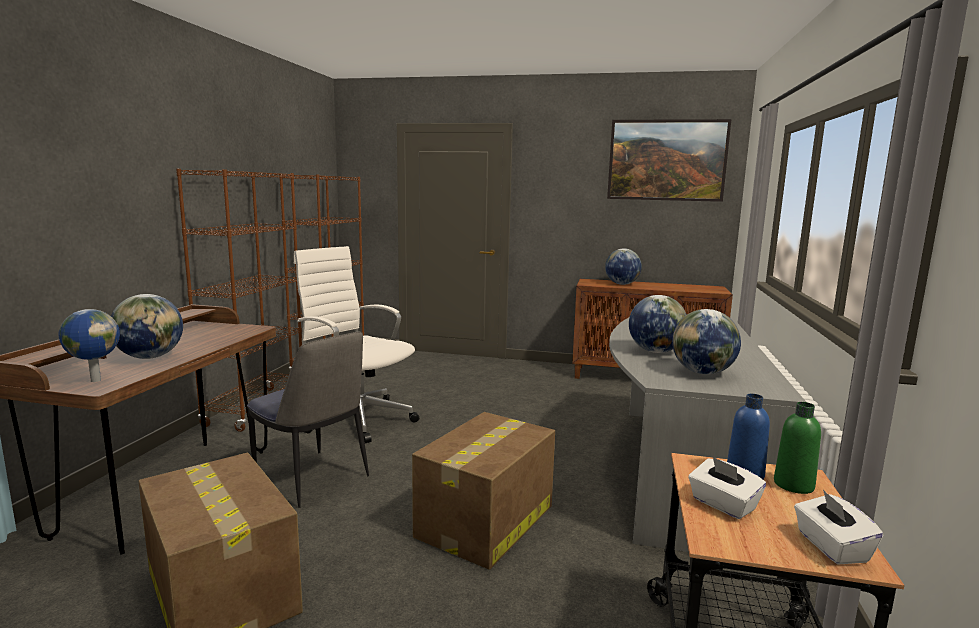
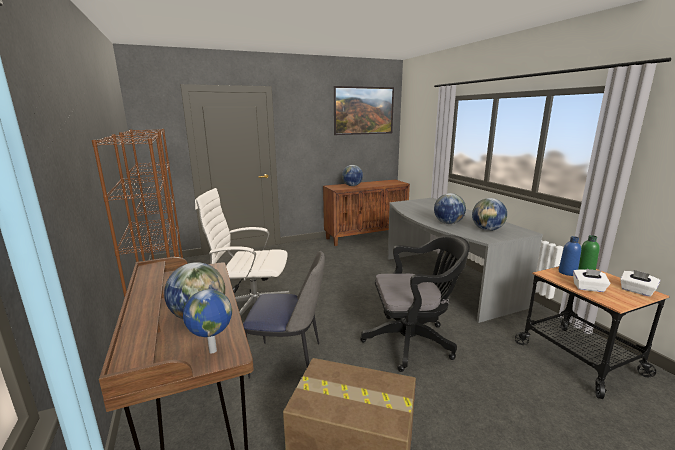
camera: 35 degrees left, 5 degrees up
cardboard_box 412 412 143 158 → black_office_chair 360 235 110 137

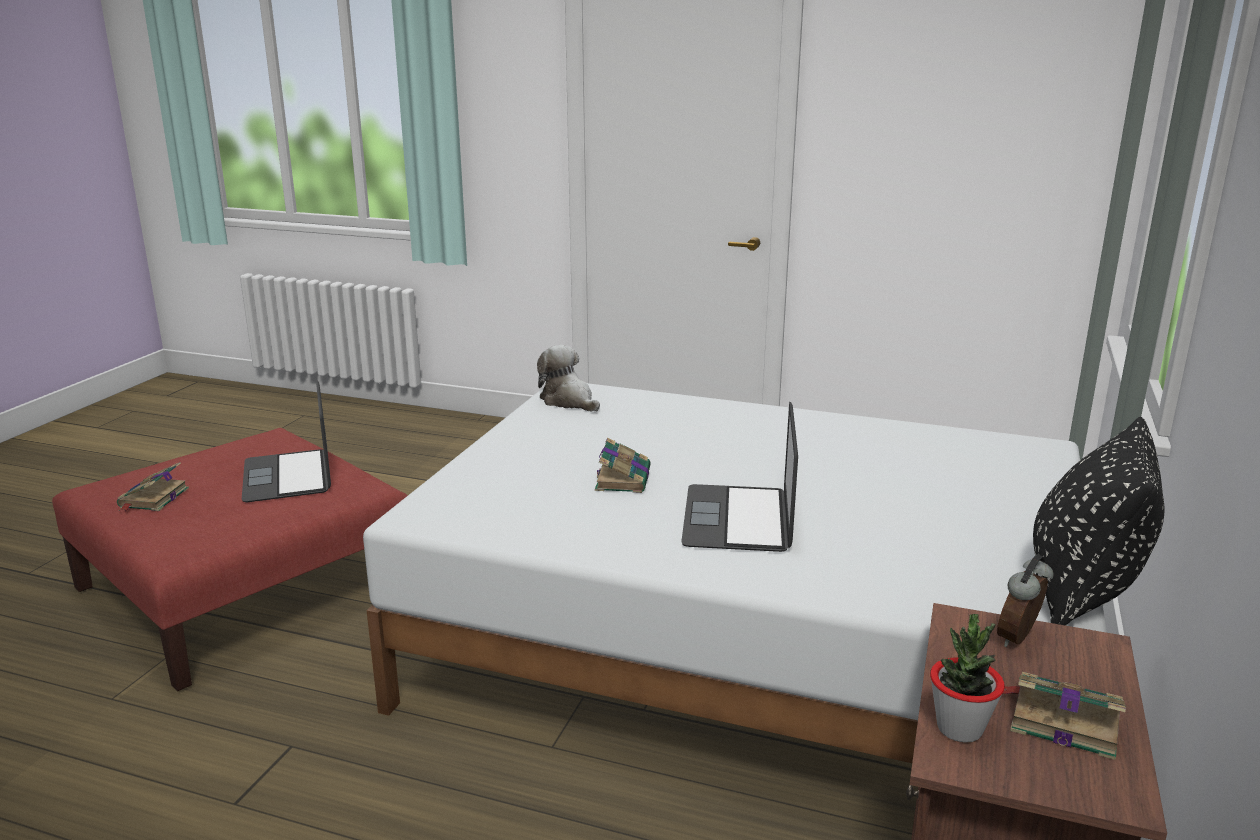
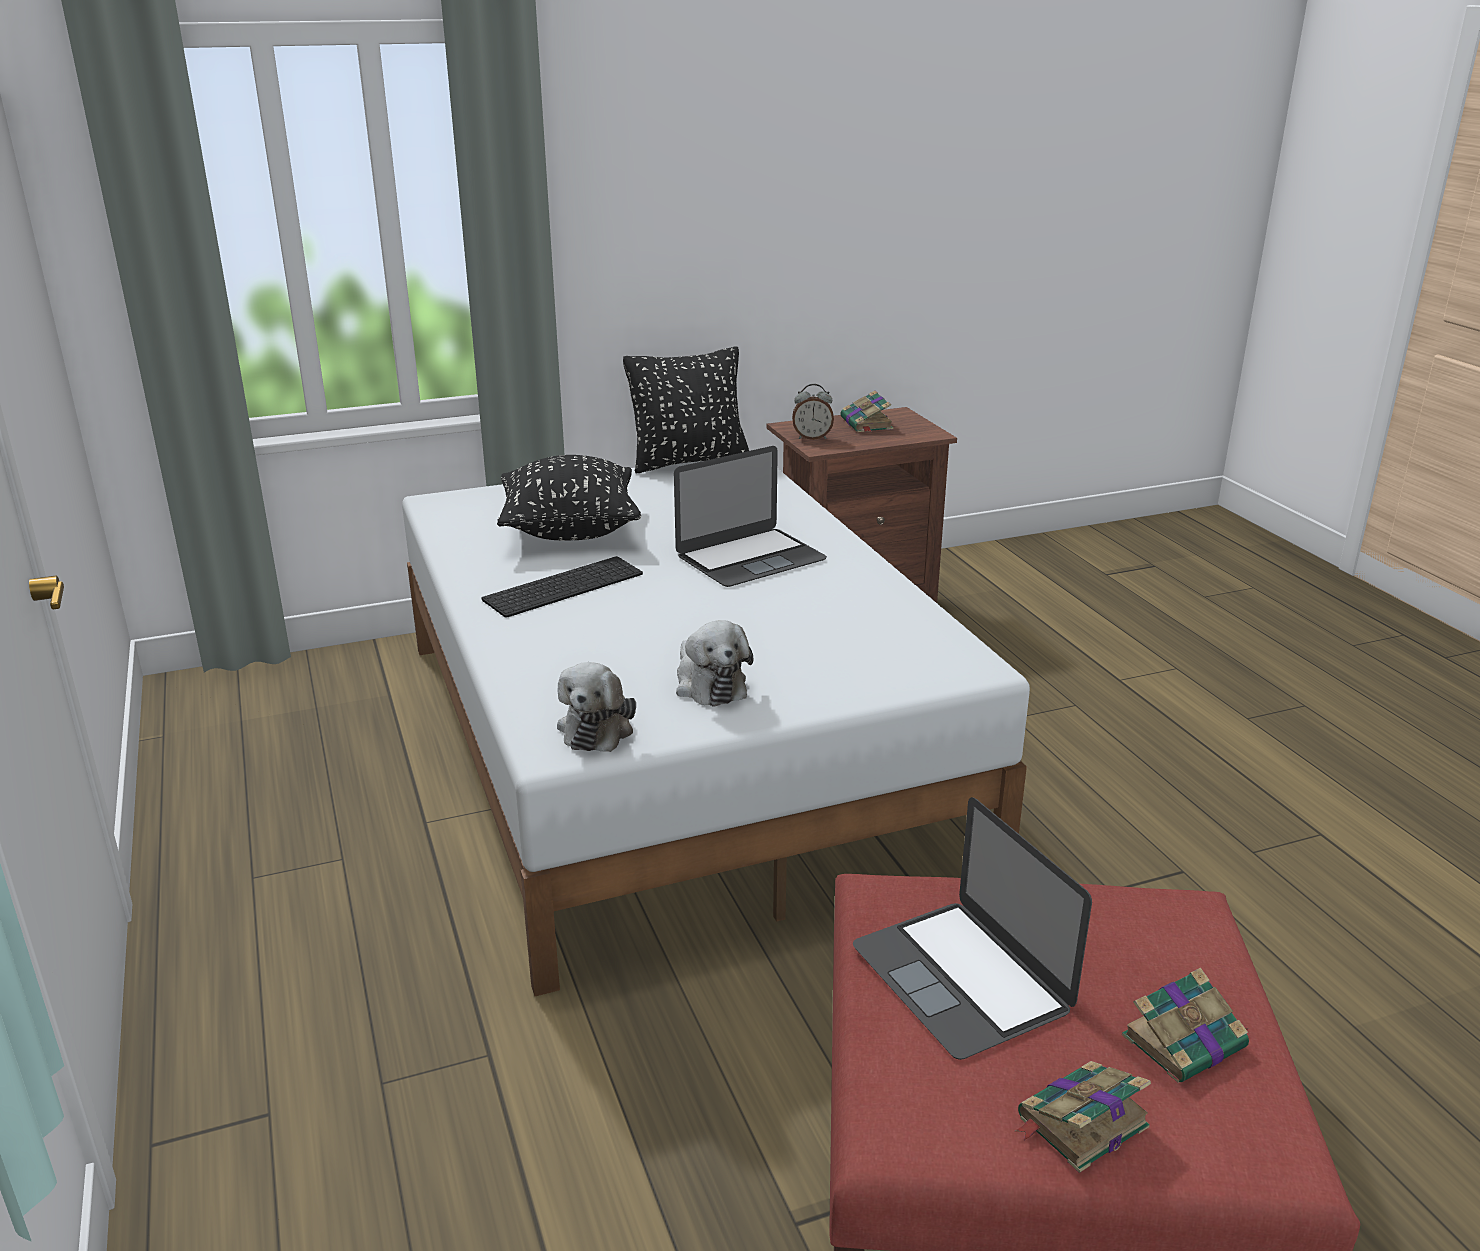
camera: 130 degrees left, 5 degrees up
potted_plant 930 614 75 129 → -
- → keyboard 482 556 161 62
- → black_pillow 497 455 144 85
- → plush_toy 676 620 77 87
book 595 437 56 56 → book 1015 1061 136 112, shifted
laptop 242 380 89 122 → laptop 853 797 239 263, 120 degrees clockwise

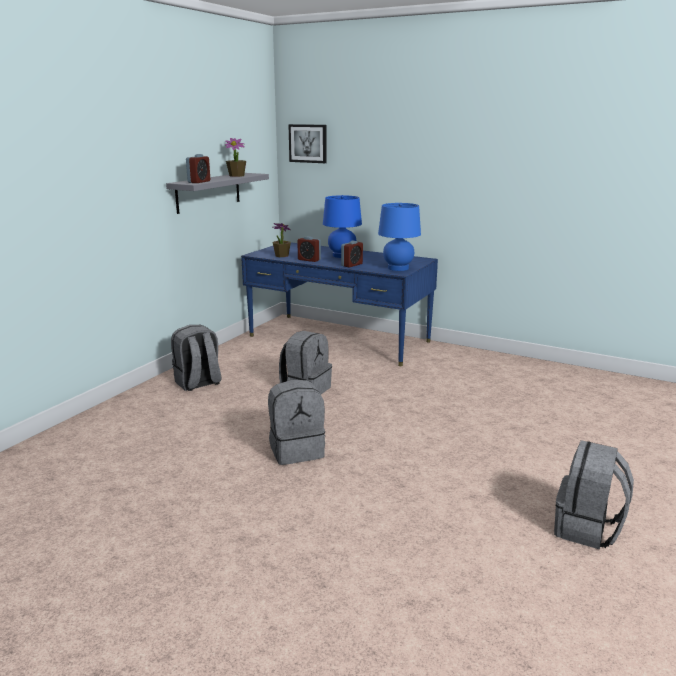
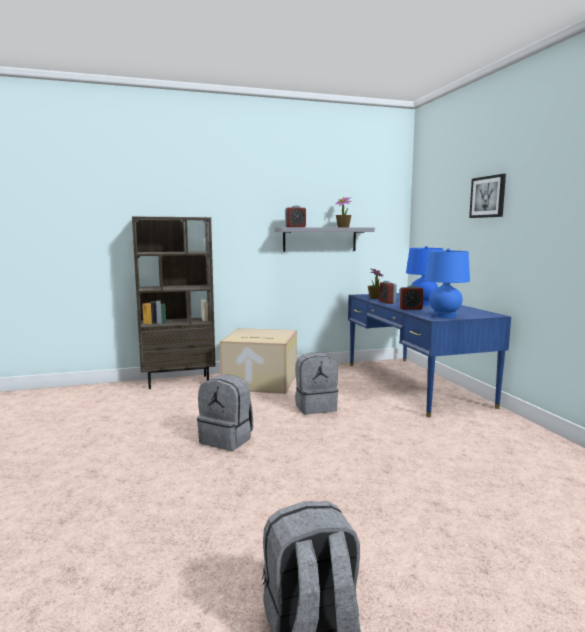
camera: 45 degrees right, 10 degrees down
- → brown_bookcase 132 217 83 172
picture 288 124 39 39 → picture 469 174 37 44, shifted
grey_backpack 171 325 51 66 → cardboard_box 220 328 77 66

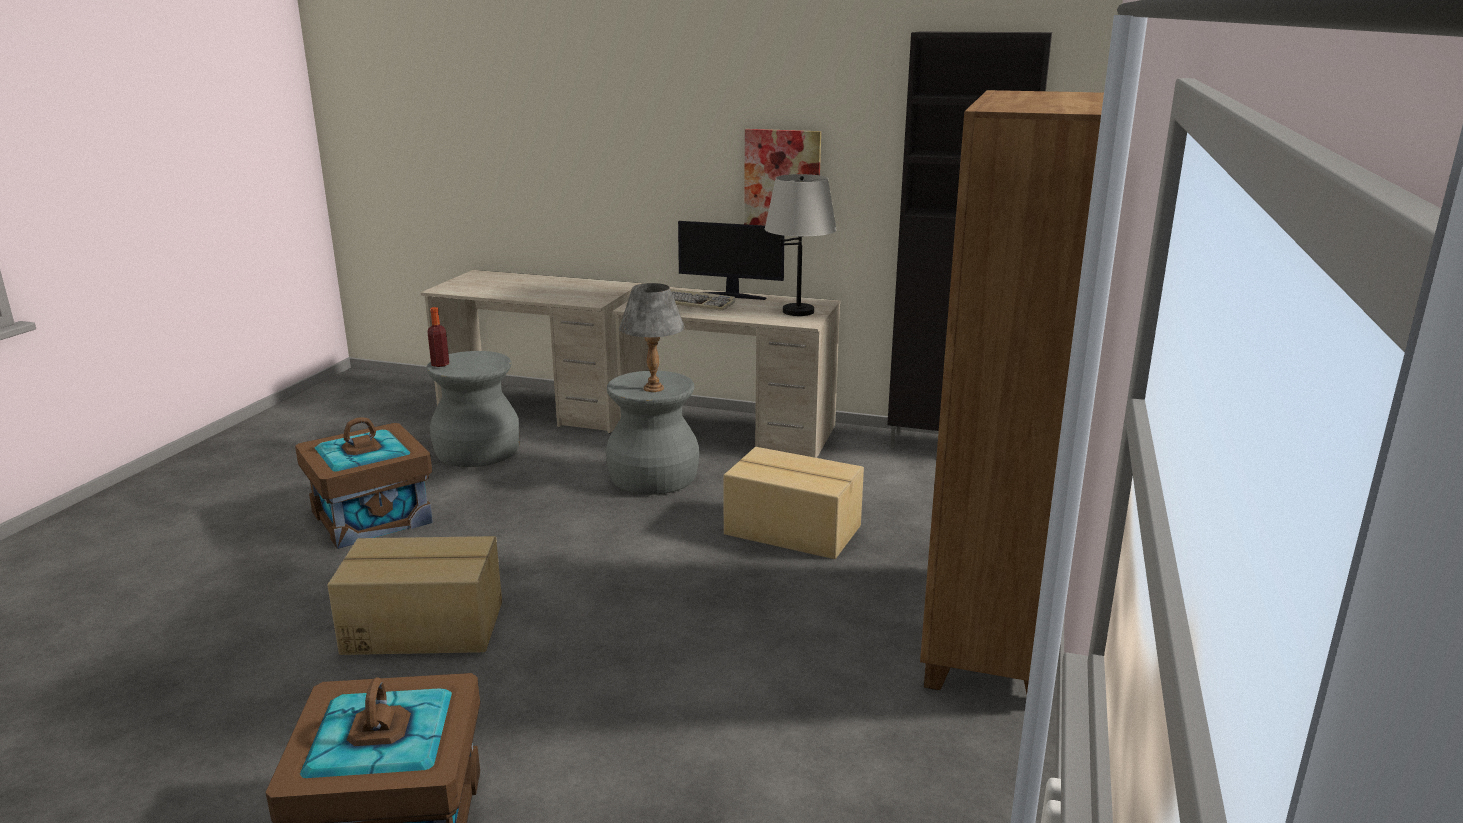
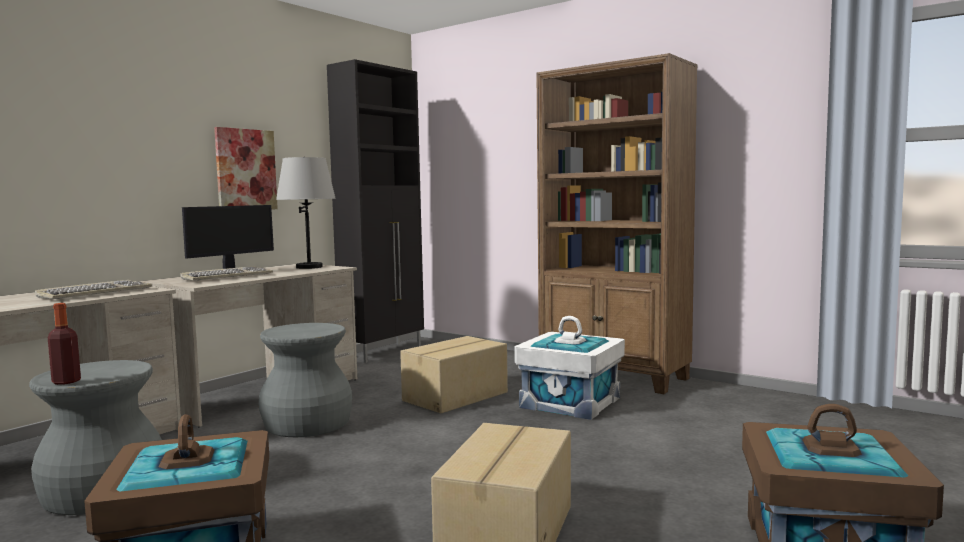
camera: 70 degrees left, 15 degrees down
grey_table_lamp 619 283 66 109 → -
- → keyboard 35 280 117 19
- → white_storage_box 514 316 111 104

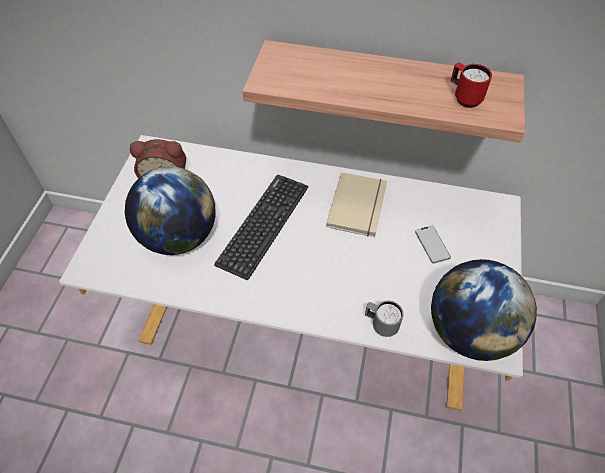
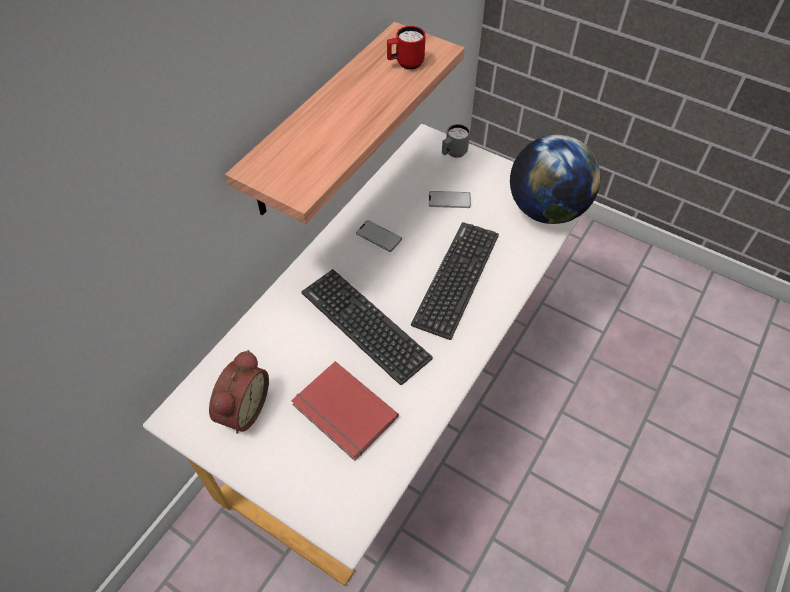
camera: 70 degrees left, 0 degrees up
- → keyboard 411 222 88 118
grey_mug 365 301 38 36 → grey_mug 442 124 28 34, shifted
globe 125 166 91 89 → red_book 291 361 108 100
beige_book 326 172 61 65 → phone 356 220 46 32

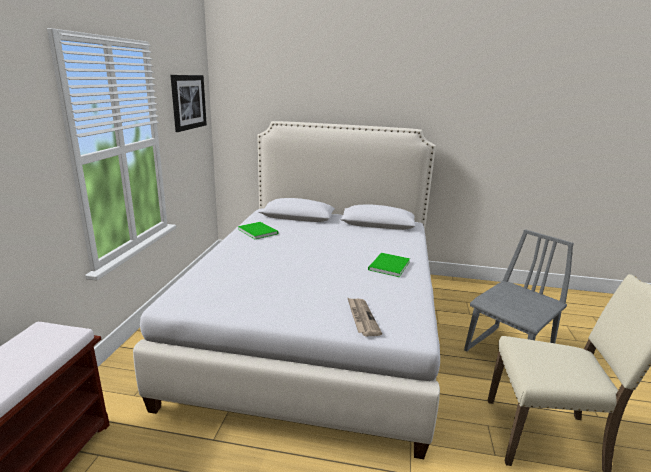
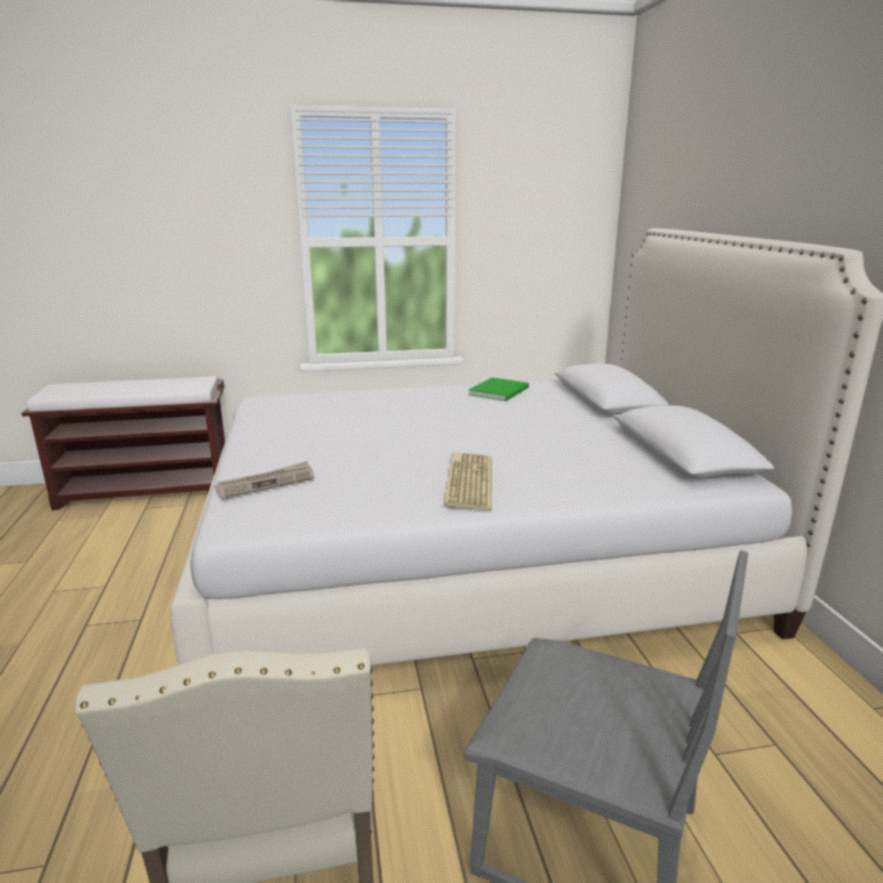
camera: 70 degrees right, 0 degrees up
picture 170 75 37 57 → -
green_book 368 253 42 24 → keyboard 444 453 48 57

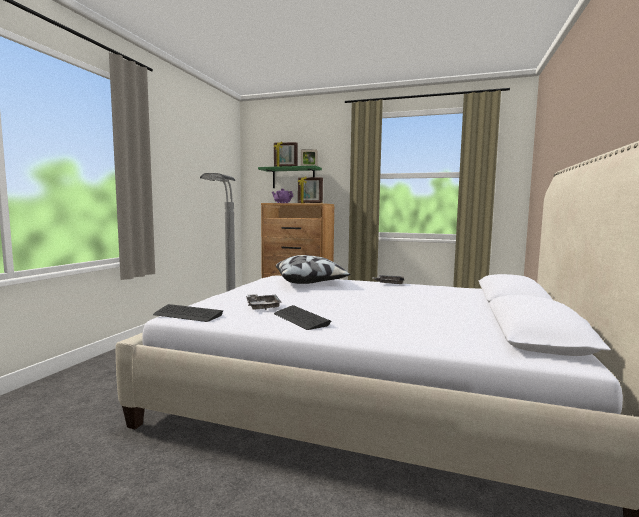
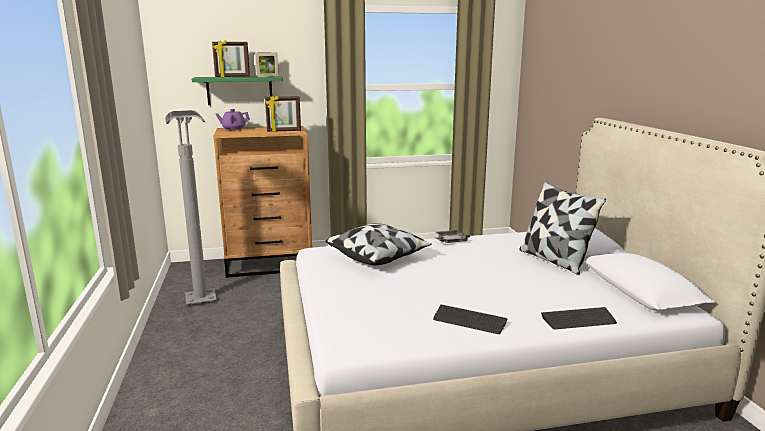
camera: 30 degrees left, 10 degrees up
grey_tray 246 294 36 16 → -
- → pillow 519 181 87 94
keyboard 153 304 70 18 → keyboard 541 307 76 22, shifted

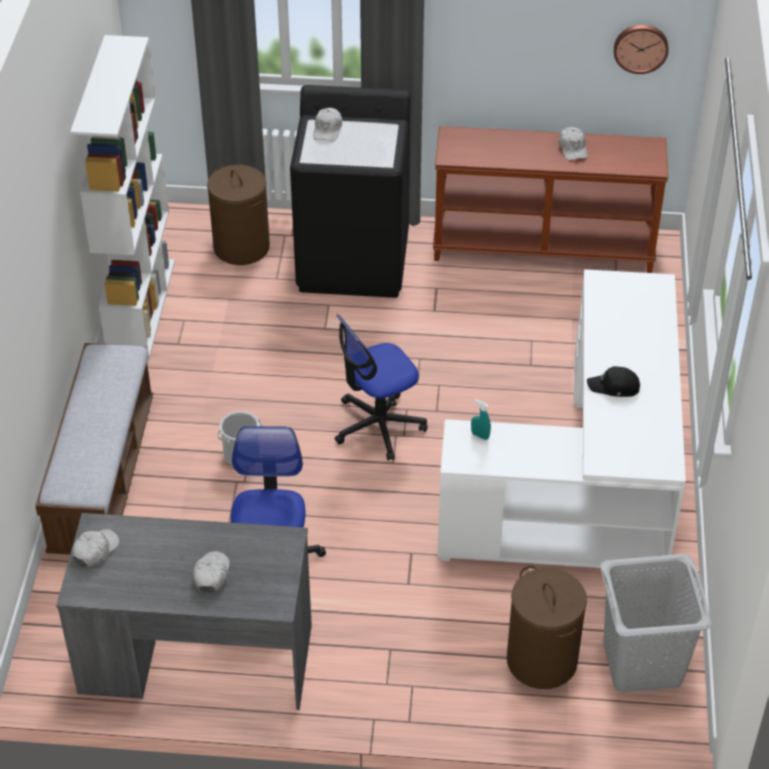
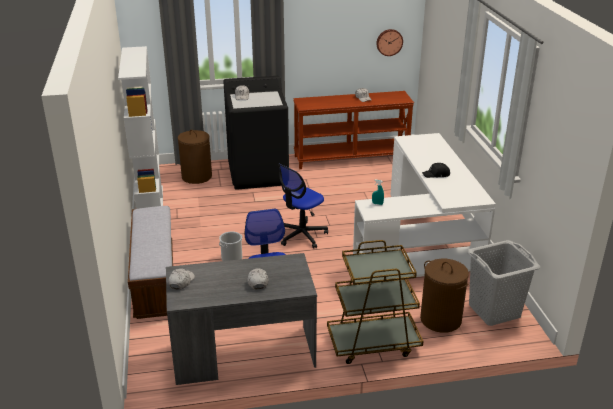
camera: 15 degrees left, 15 degrees down
- → brown_cart 327 240 96 124

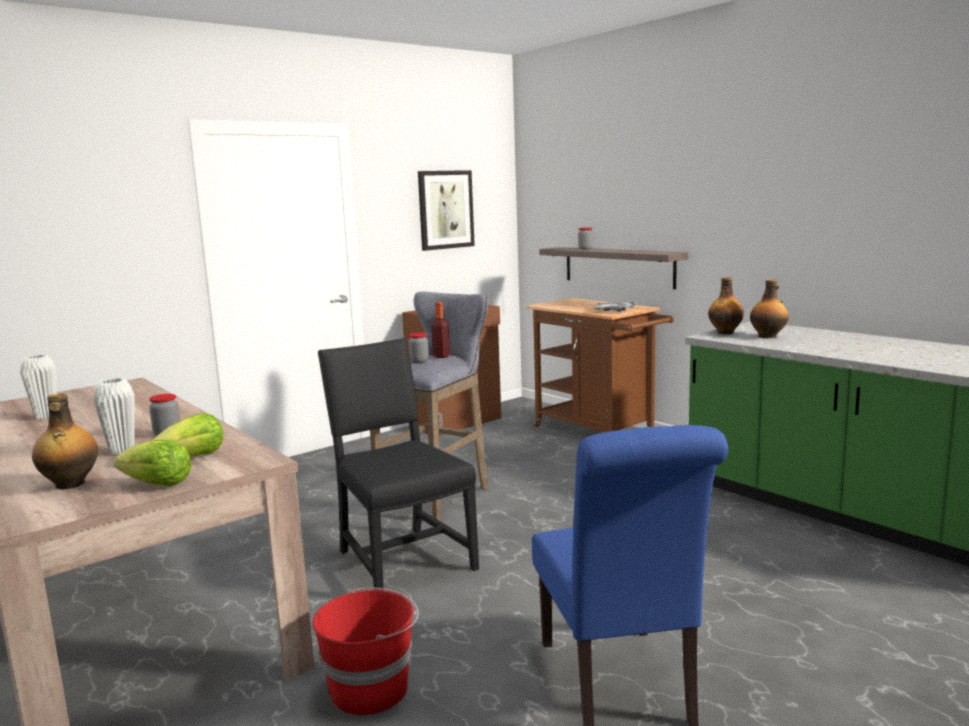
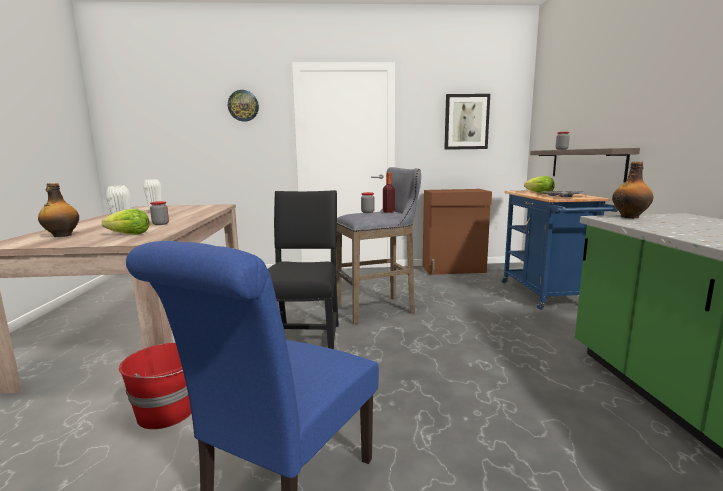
camera: 35 degrees right, 0 degrees up
bottle 750 279 39 59 → -
- → wall_clock 228 90 31 32
lettuce 114 440 78 46 → lettuce 524 176 31 18, shifted
brown_cart 526 298 148 134 → blue_cart 502 190 116 120

